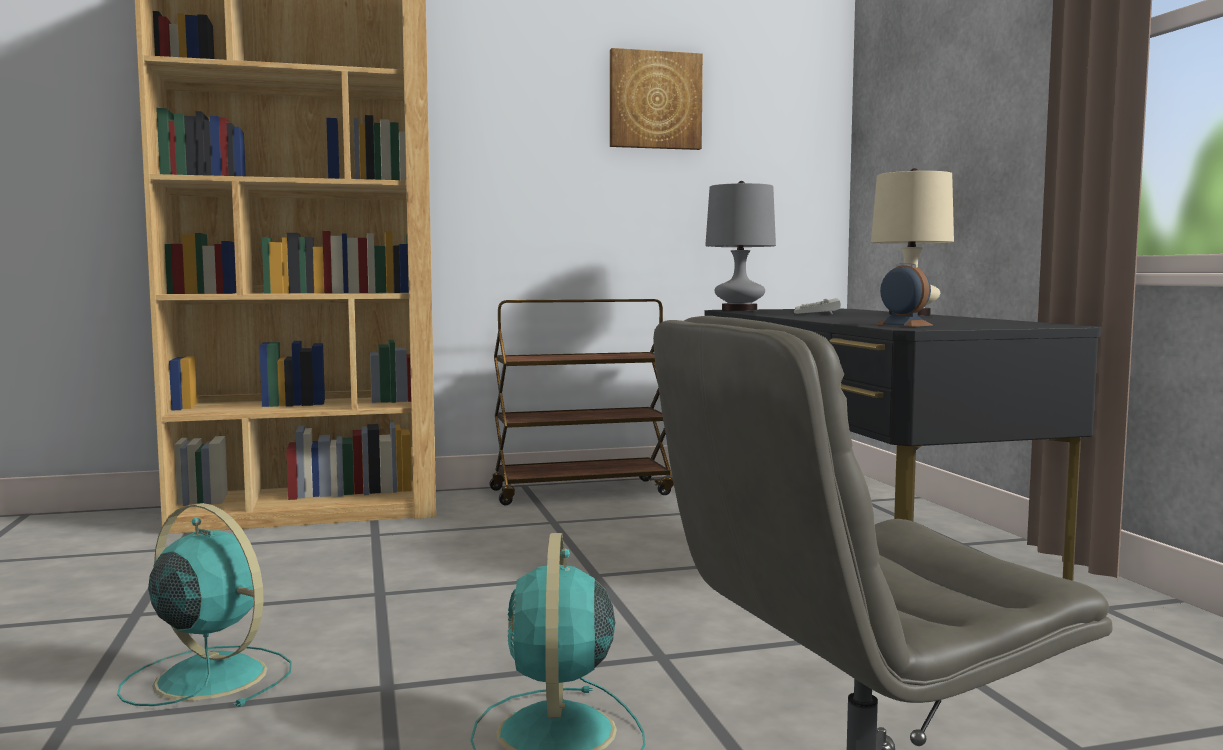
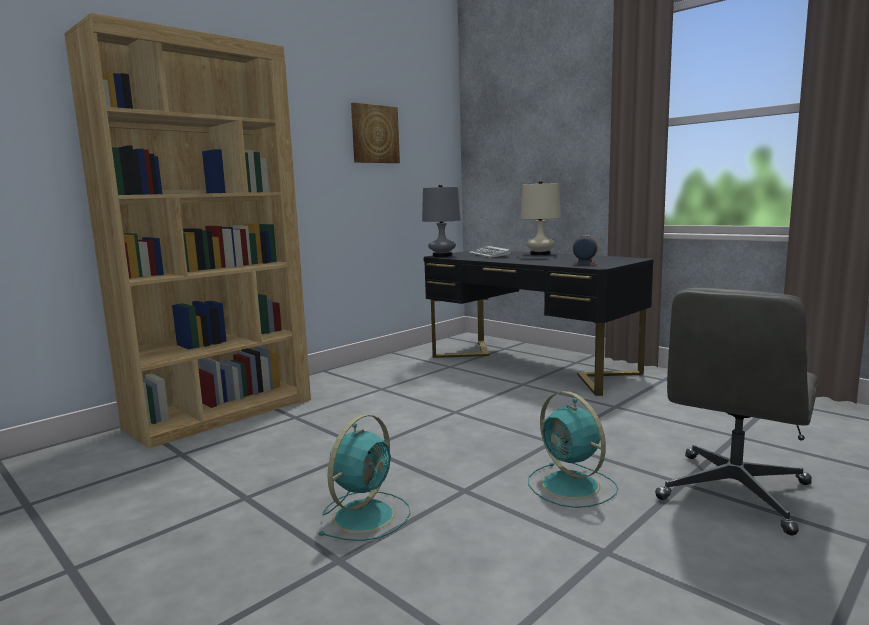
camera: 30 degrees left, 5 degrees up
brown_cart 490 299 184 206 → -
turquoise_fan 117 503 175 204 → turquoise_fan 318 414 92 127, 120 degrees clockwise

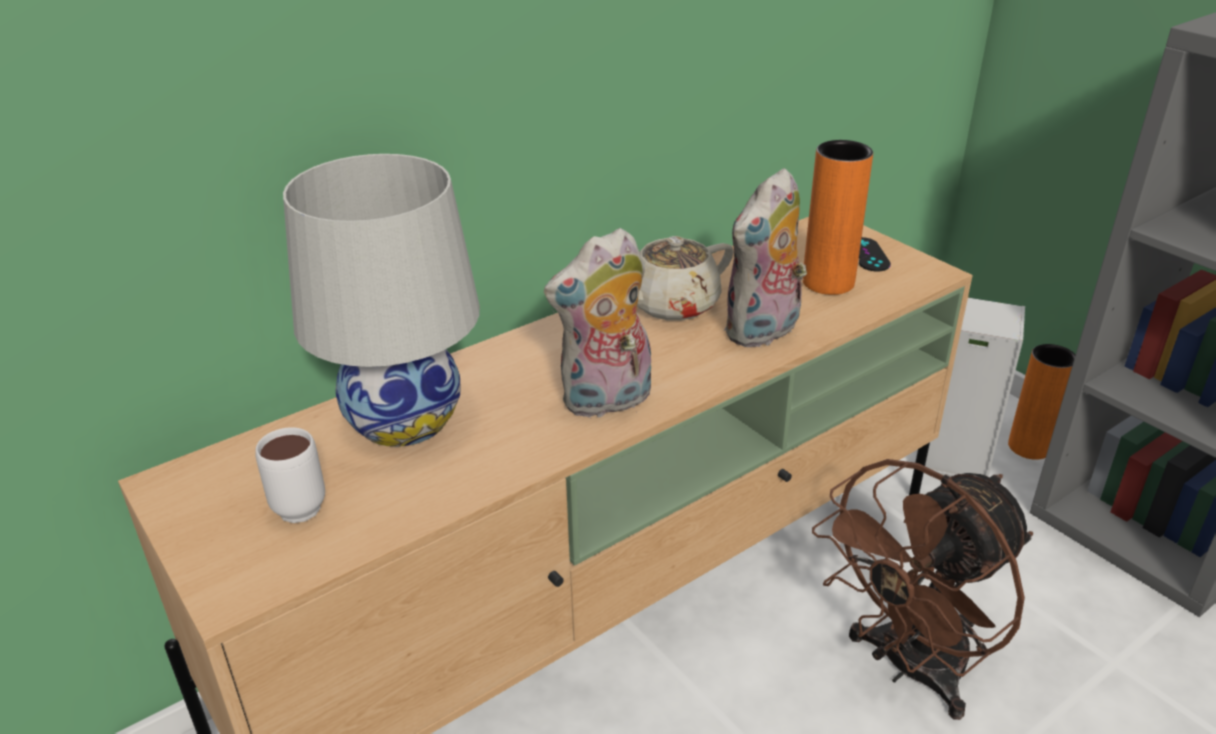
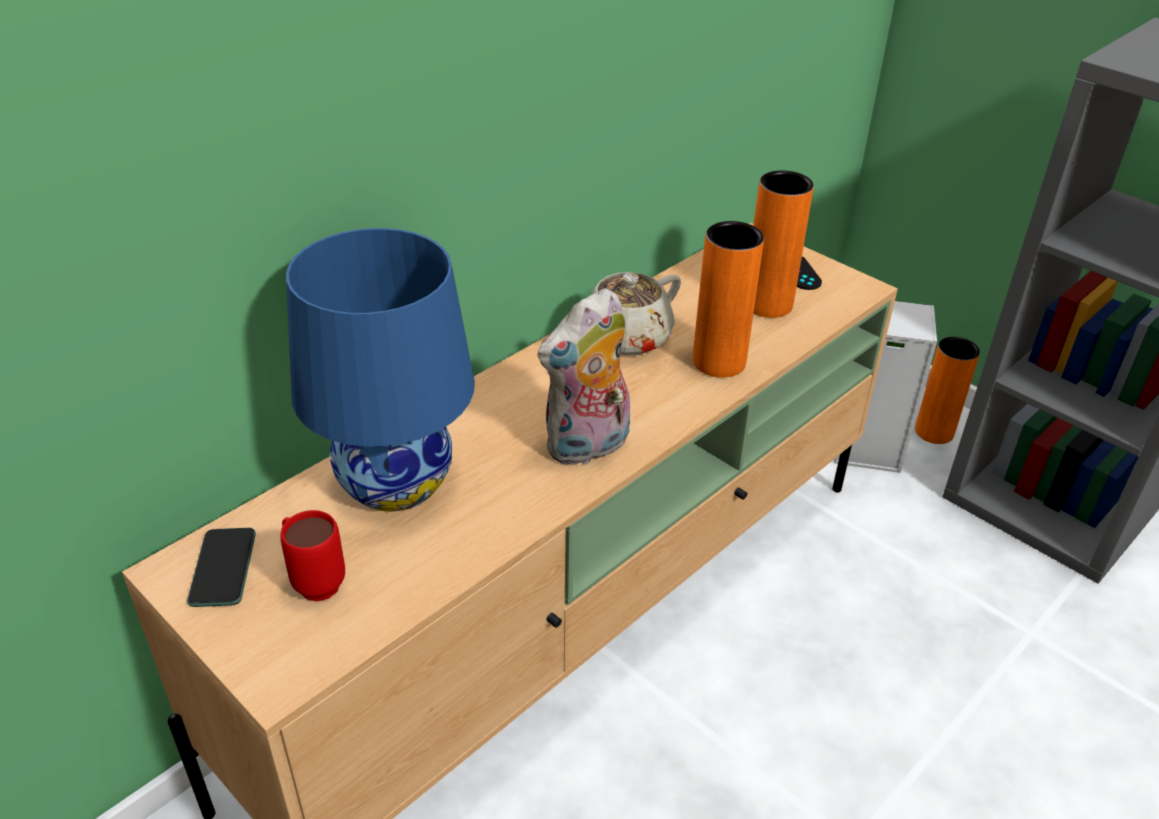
camera: 10 degrees left, 5 degrees up
brown_fan 812 459 221 261 → -
- → phone 187 528 69 79
plush_toy 724 168 83 180 → orange_vase 693 221 71 157
white_mug 255 427 70 96 → red_mug 280 510 65 91
white_table_lamp 283 154 197 293 → blue_table_lamp 286 228 189 284

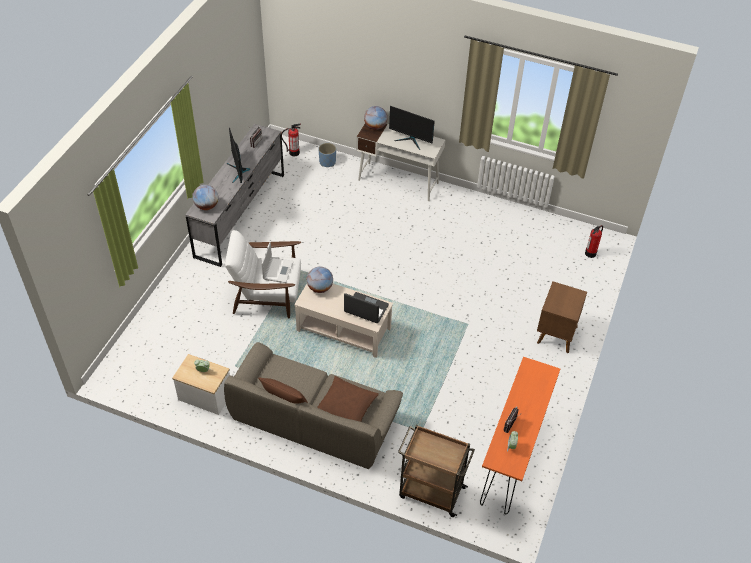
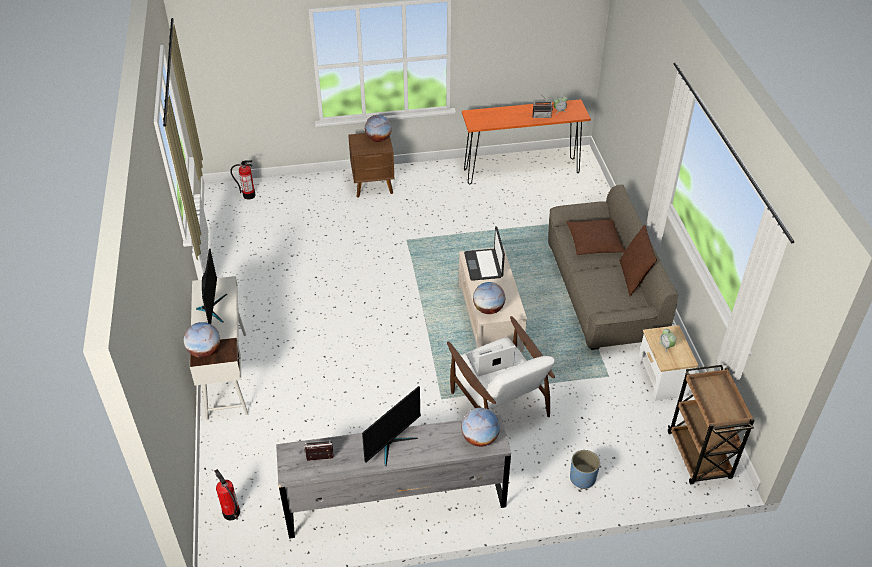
camera: 120 degrees left, 5 degrees down
- → globe 365 115 27 27
blue_planter 318 143 18 24 → blue_planter 570 450 30 39, shifted
brown_cart 398 425 77 92 → brown_cart 668 365 87 119, shifted

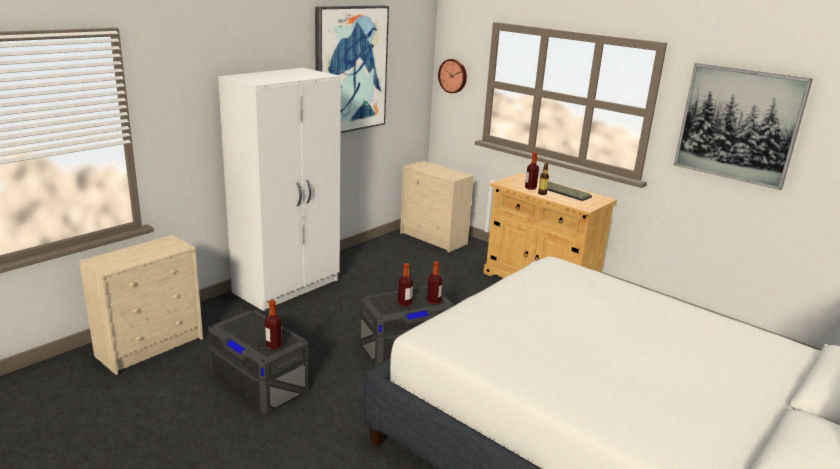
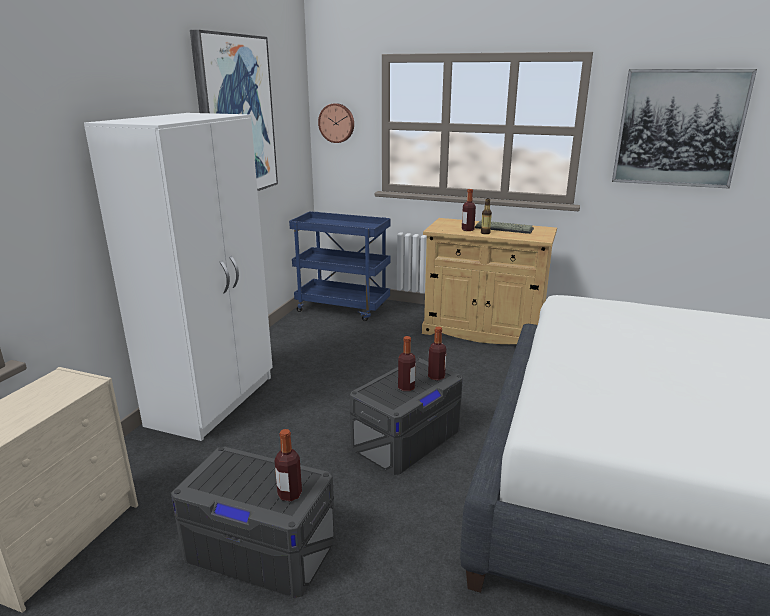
camera: 20 degrees left, 0 degrees up
beige_dresser 400 160 74 93 → blue_cart 289 211 102 110

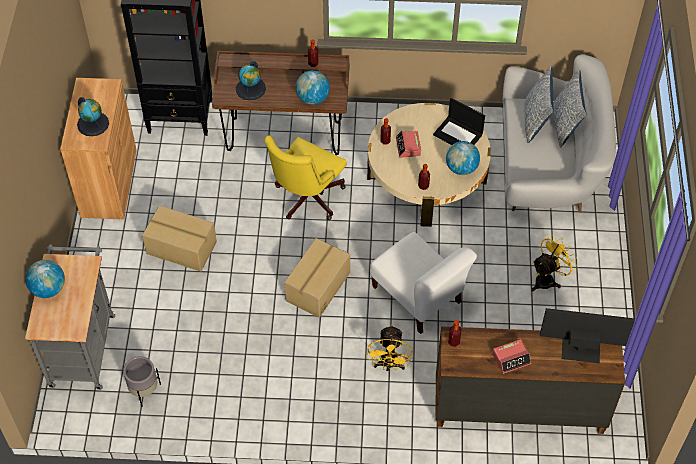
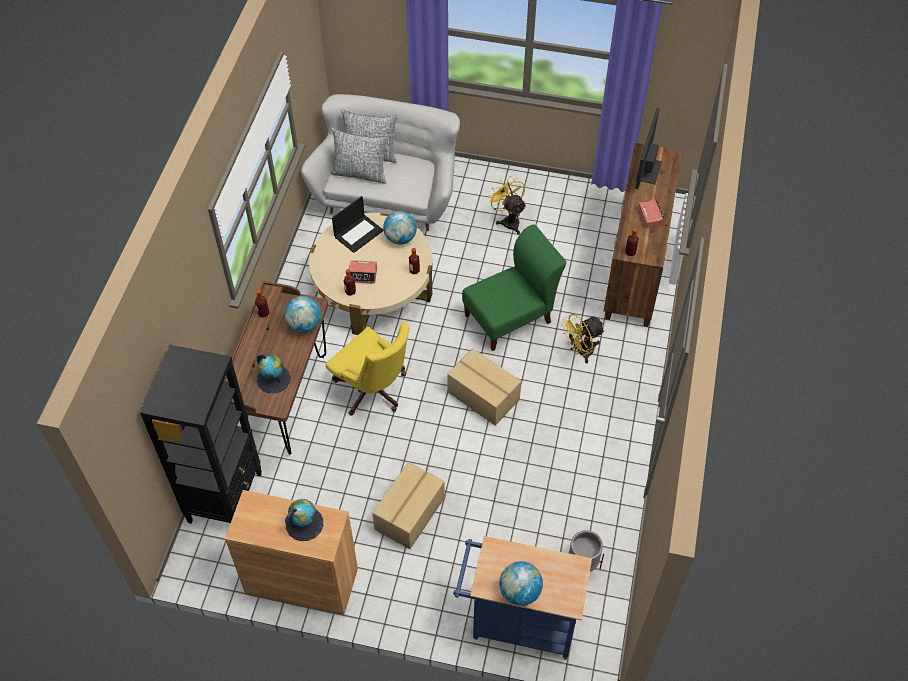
camera: 80 degrees left, 0 degrees up
grey_cart 25 245 90 145 → blue_cart 453 536 139 123
white_chair 370 232 107 102 → green_chair 462 225 104 126
yellow_fan 367 325 46 46 → yellow_fan 561 314 44 49, 135 degrees clockwise

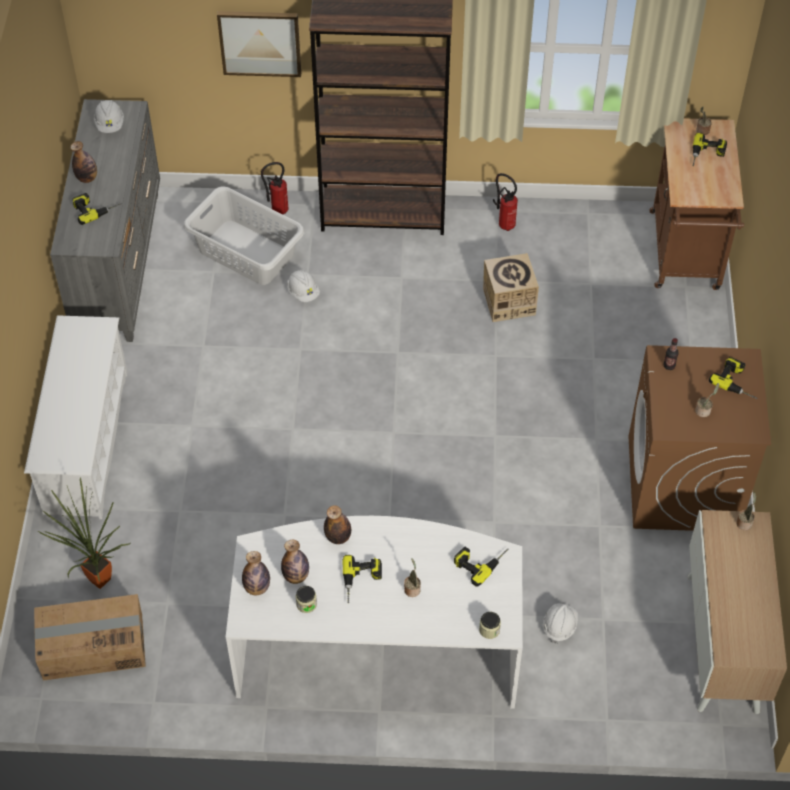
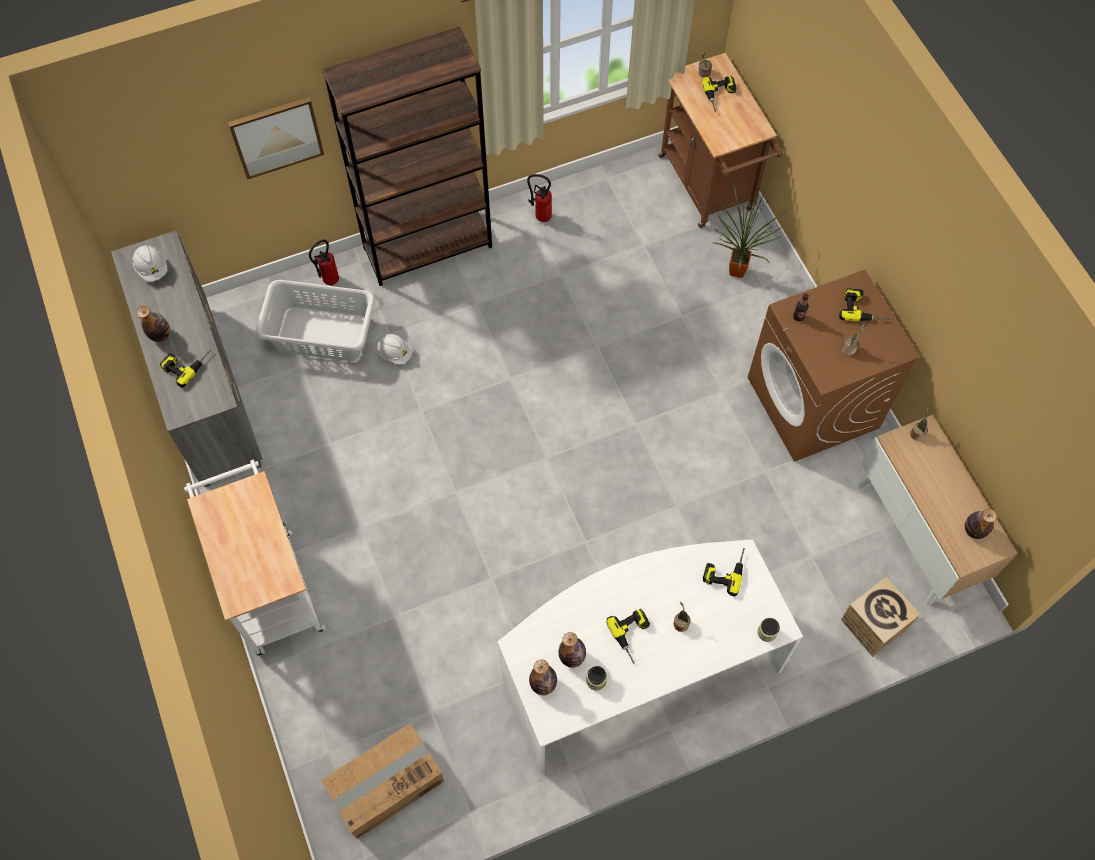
camera: 25 degrees left, 10 degrees up
white_hard_hat 543 603 35 41 → -
potted_plant 38 478 93 111 → potted_plant 714 182 72 96, shifted
bottle 324 505 27 39 → bottle 965 508 32 31, shifted
cardboard_box 483 253 56 69 → cardboard_box 841 577 80 80, shifted
white_shoe_rack 24 315 103 204 → white_cart 184 460 142 196

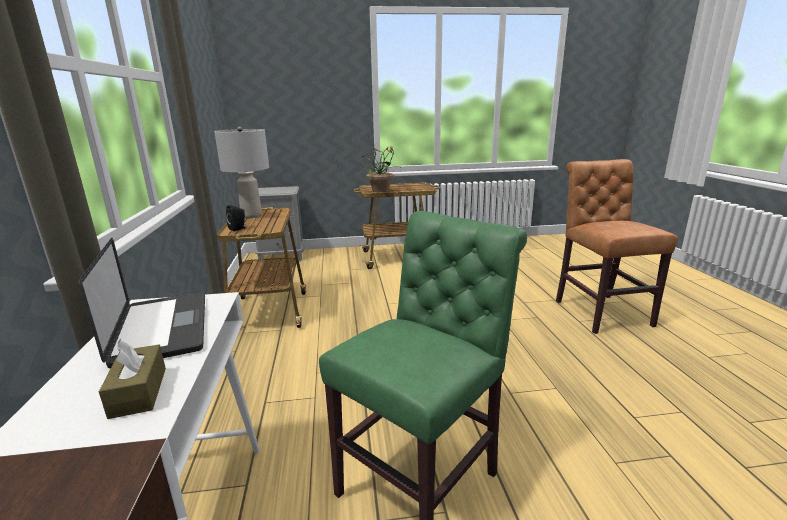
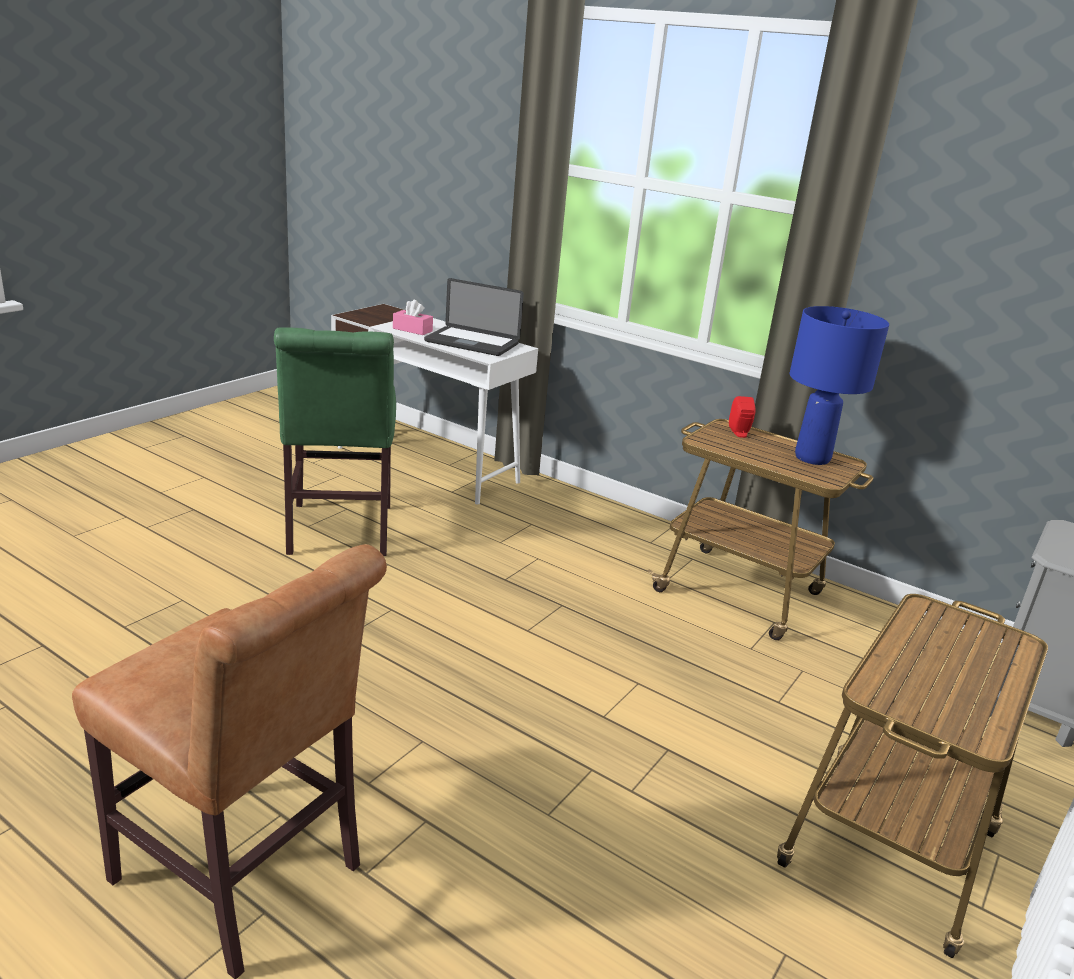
camera: 130 degrees right, 5 degrees up
potted_plant 361 147 38 46 → -
brown_tissue_box 99 339 67 80 → pink_tissue_box 393 300 40 35
grey_table_lamp 214 126 55 92 → blue_table_lamp 790 306 99 159
black_speaker 226 205 20 26 → red_speaker 729 396 26 42

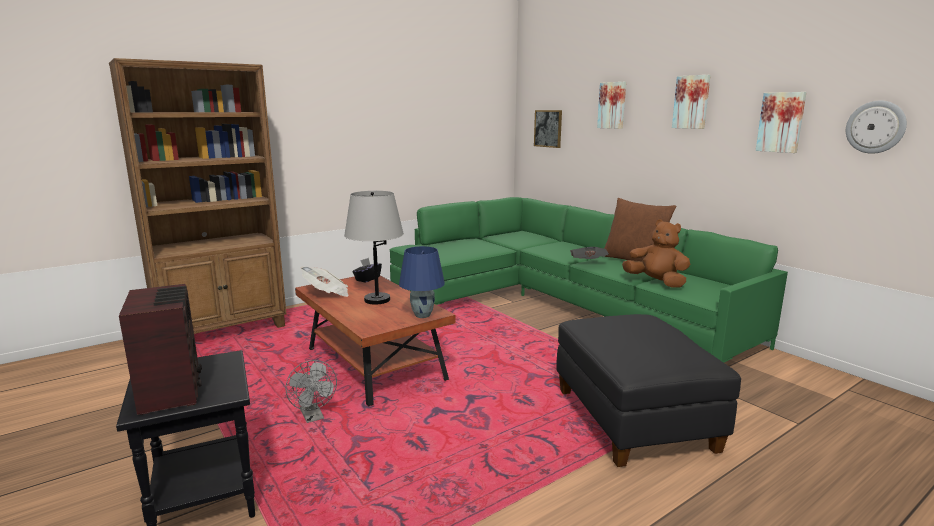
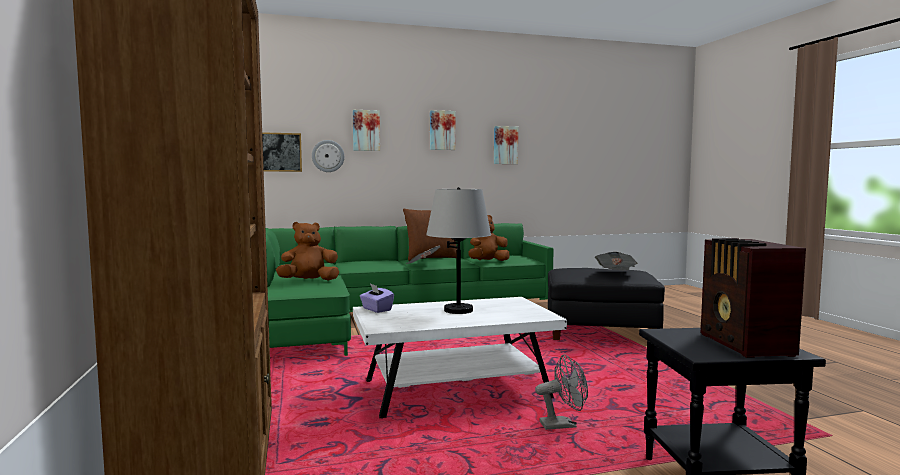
camera: 70 degrees left, 10 degrees down
blue_table_lamp 399 246 46 72 → -
- → brown_plush_toy 276 222 63 59
newspaper 300 266 49 31 → newspaper 595 252 42 18, shifted
wall_clock 846 100 61 54 → wall_clock 312 140 32 32, shifted
brown_coffee_table 295 276 160 130 → white_coffee_table 353 297 214 122
black_tissue_box 352 258 30 25 → purple_tissue_box 360 283 34 30
radio 119 284 83 131 → radio 701 238 105 120, 90 degrees counterclockwise

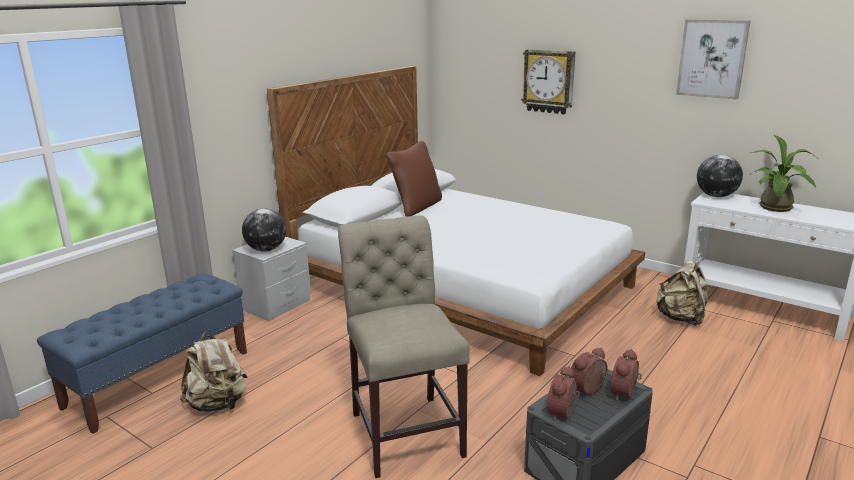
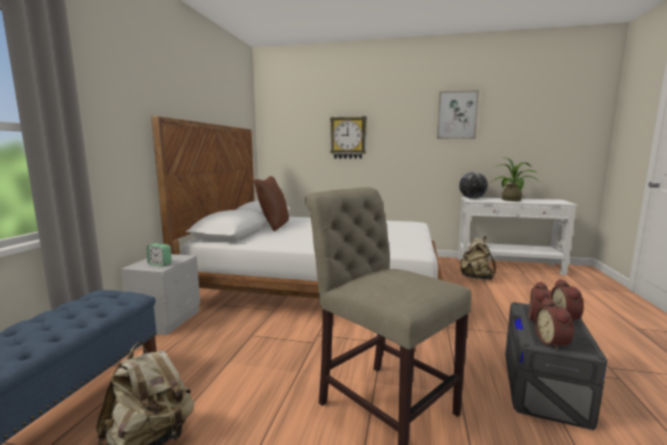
camera: 25 degrees left, 10 degrees down
globe 242 209 44 43 → alarm_clock 146 243 25 24

